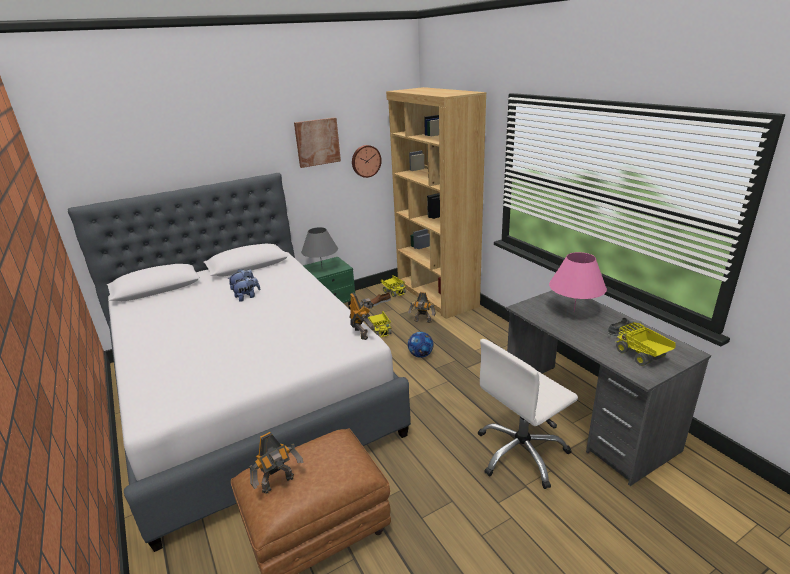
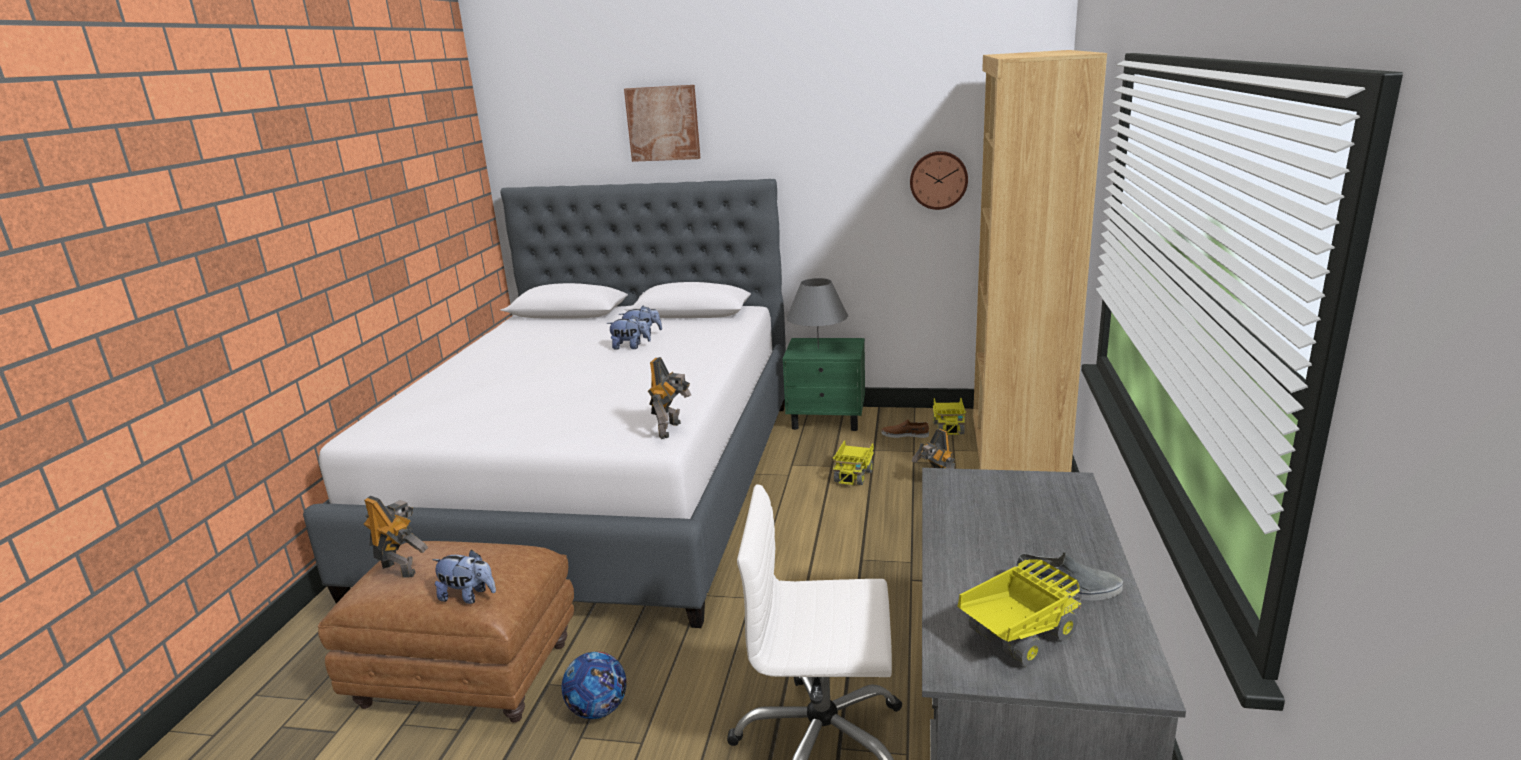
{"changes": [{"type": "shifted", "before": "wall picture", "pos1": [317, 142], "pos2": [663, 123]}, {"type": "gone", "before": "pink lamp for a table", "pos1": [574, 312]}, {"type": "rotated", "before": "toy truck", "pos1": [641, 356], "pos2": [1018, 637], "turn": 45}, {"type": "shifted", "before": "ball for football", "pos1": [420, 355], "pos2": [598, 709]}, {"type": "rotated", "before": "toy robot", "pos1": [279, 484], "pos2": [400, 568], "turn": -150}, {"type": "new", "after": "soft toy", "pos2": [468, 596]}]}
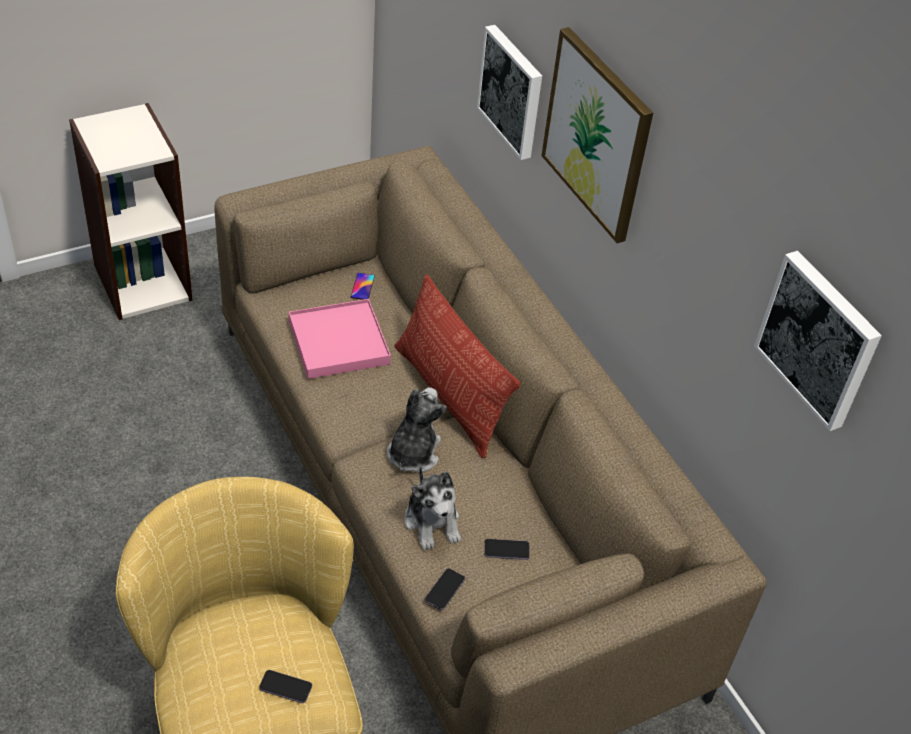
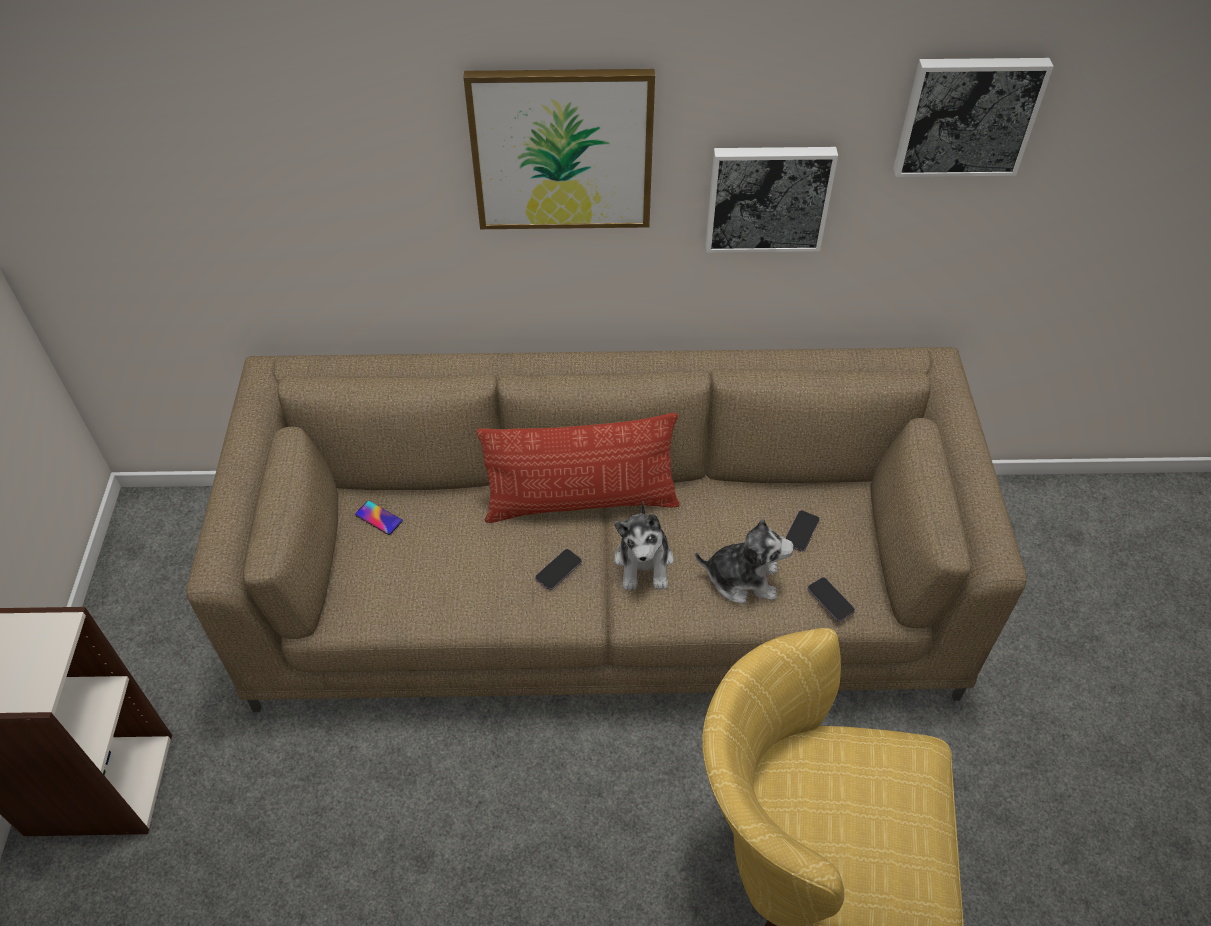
{"changes": [{"type": "shifted", "before": "wall picture", "pos1": [513, 91], "pos2": [768, 197]}, {"type": "gone", "before": "pink carrying tray", "pos1": [339, 342]}, {"type": "rotated", "before": "soft toy", "pos1": [413, 453], "pos2": [644, 562], "turn": -135}, {"type": "shifted", "before": "handset", "pos1": [285, 687], "pos2": [558, 570]}]}
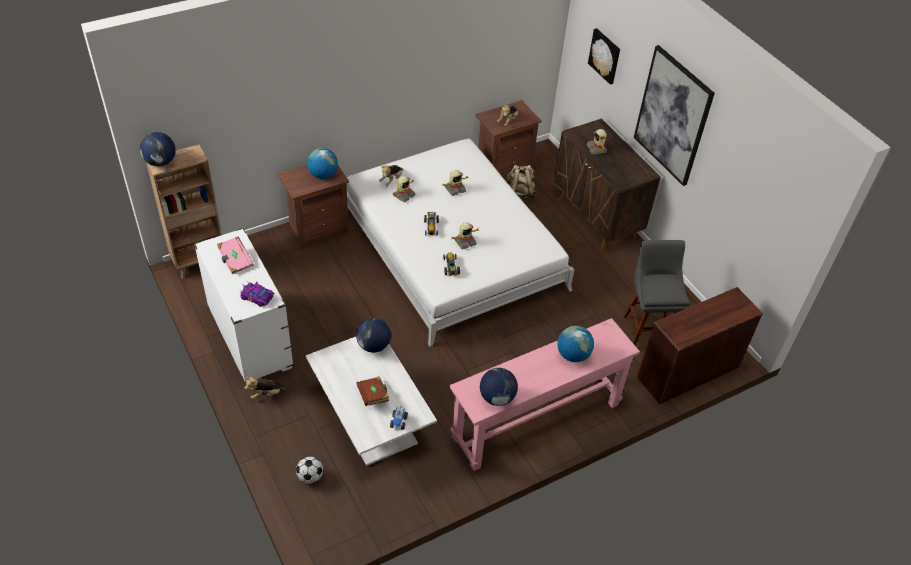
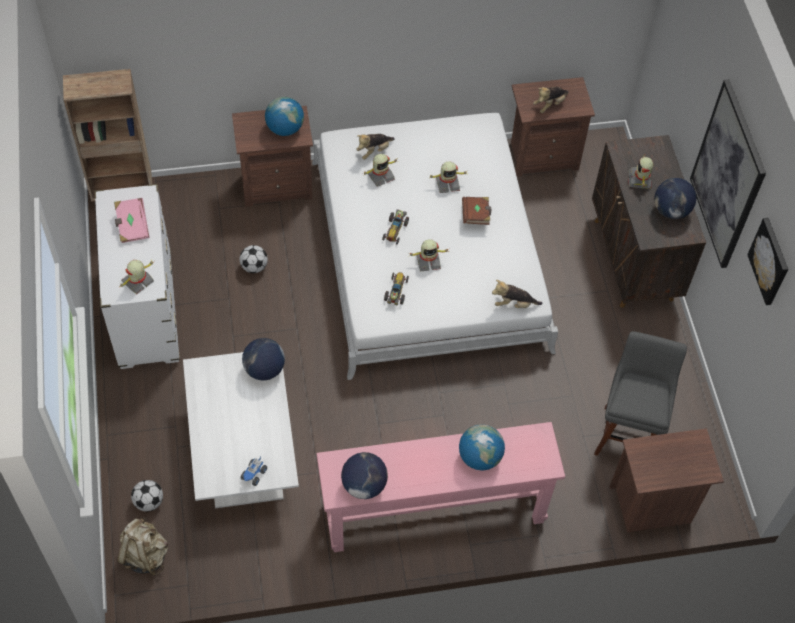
{"changes": [{"type": "shifted", "before": "wall picture", "pos1": [605, 56], "pos2": [770, 261]}, {"type": "shifted", "before": "world globe", "pos1": [161, 162], "pos2": [671, 211]}, {"type": "shifted", "before": "beige-coloured knapsack", "pos1": [519, 194], "pos2": [145, 555]}, {"type": "swapped", "before": "purplish model car", "after": "toy robot", "pos1": [257, 298], "pos2": [138, 282]}, {"type": "swapped", "before": "brownish desk unit", "after": "brownish nightstand", "pos1": [687, 371], "pos2": [652, 505]}, {"type": "shifted", "before": "brownish volume", "pos1": [373, 395], "pos2": [476, 215]}, {"type": "shifted", "before": "soft toy", "pos1": [267, 394], "pos2": [514, 304]}, {"type": "new", "after": "ball for football", "pos2": [254, 267]}]}
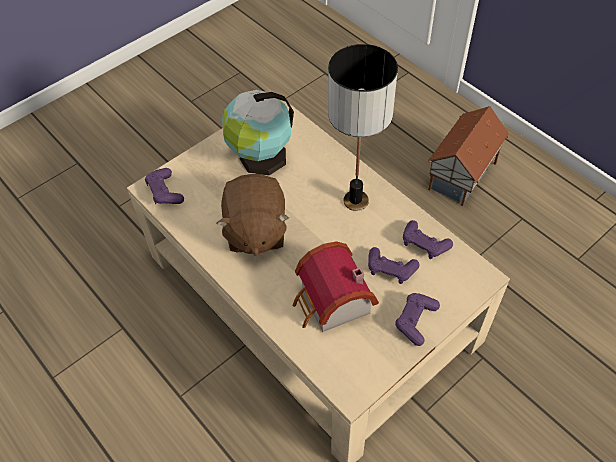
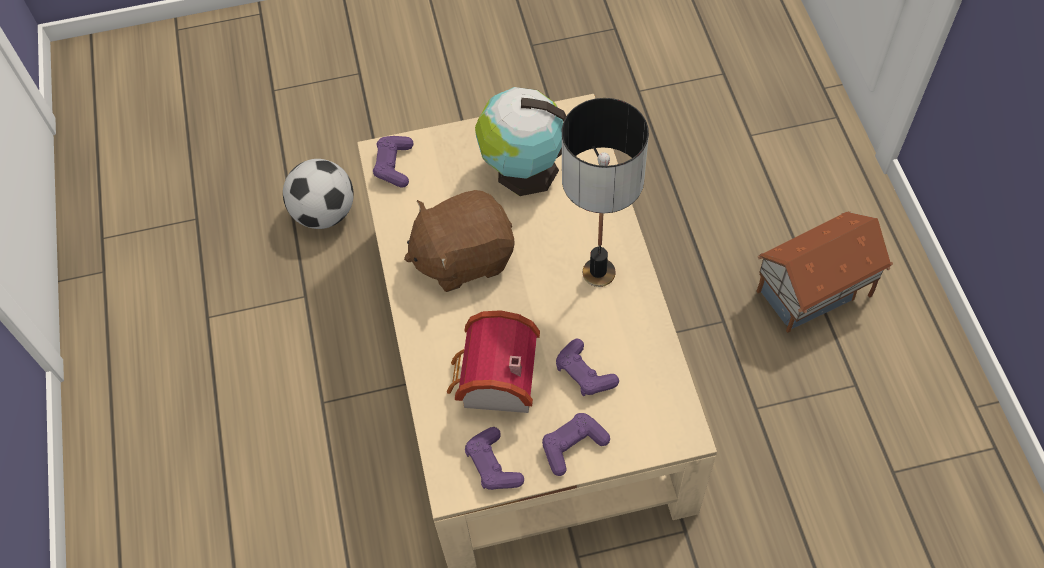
{"changes": [{"type": "rotated", "before": "brownish soft toy", "pos1": [255, 231], "pos2": [463, 257], "turn": 45}, {"type": "shifted", "before": "purplish gamepad", "pos1": [424, 244], "pos2": [493, 465]}, {"type": "new", "after": "ball for football", "pos2": [324, 213]}]}
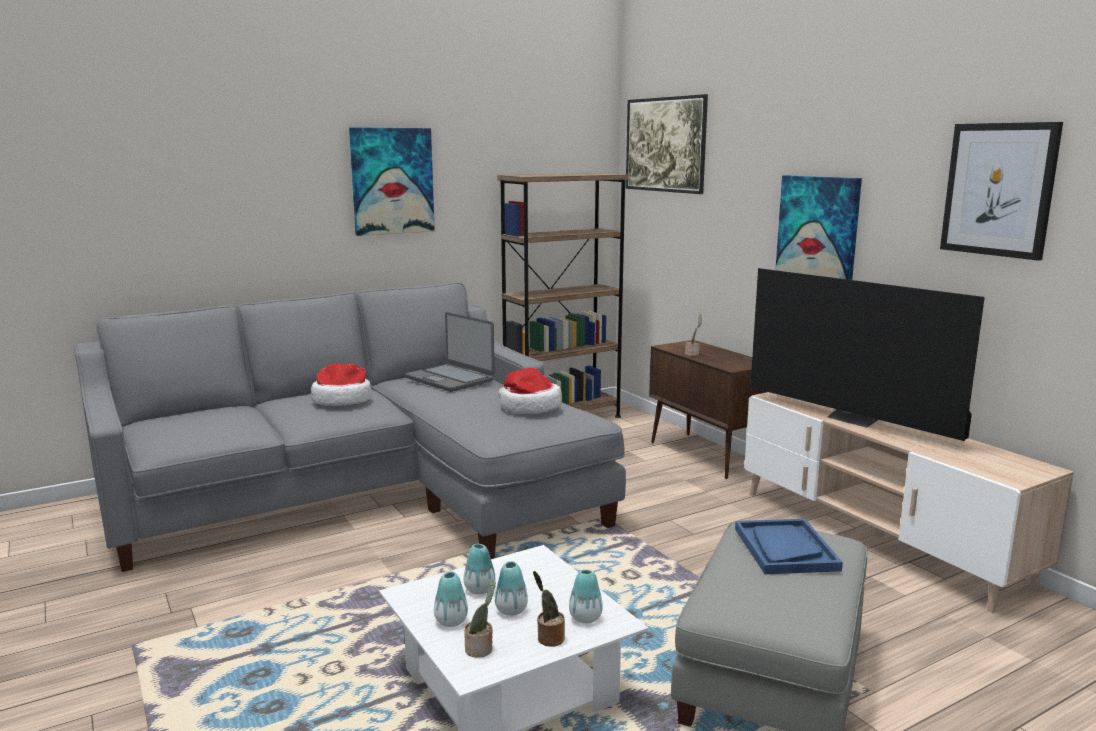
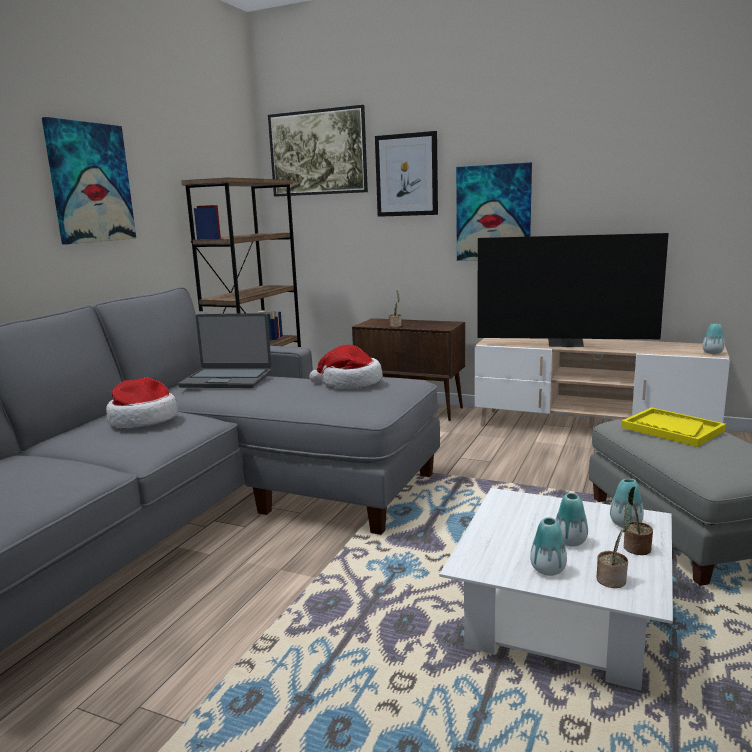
{"changes": [{"type": "shifted", "before": "wall picture", "pos1": [999, 189], "pos2": [407, 175]}, {"type": "repainted", "before": "blue carrying tray", "after": "yellowish carrying tray", "pos1": [785, 549], "pos2": [672, 429]}, {"type": "shifted", "before": "decorative vase", "pos1": [479, 589], "pos2": [712, 353]}]}
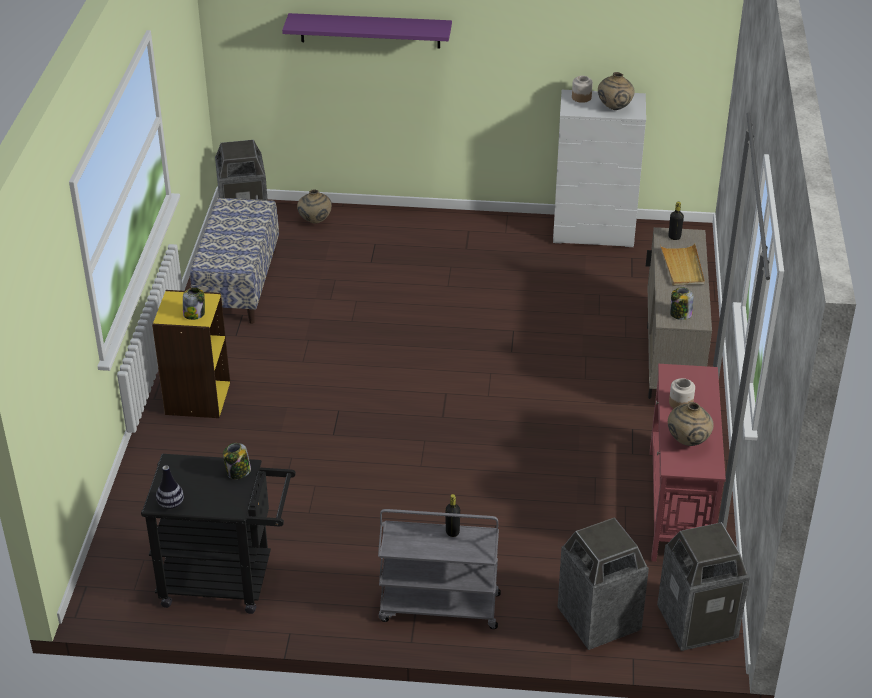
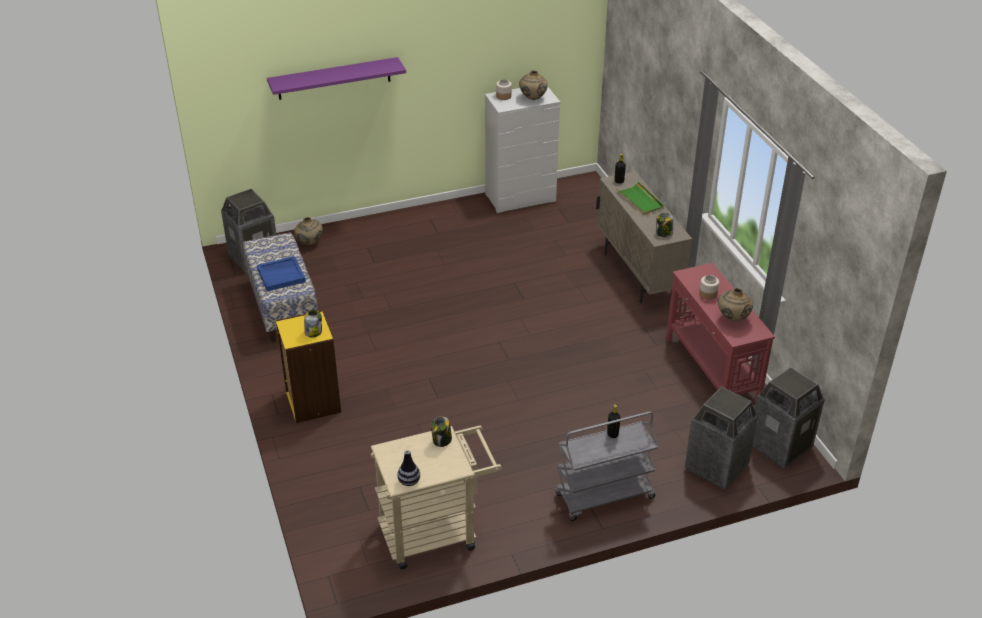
{"changes": [{"type": "repainted", "before": "beige-coloured carrying tray", "after": "greenish carrying tray", "pos1": [682, 267], "pos2": [640, 200]}, {"type": "repainted", "before": "blackish wheeled cart", "after": "beige-coloured wheeled cart", "pos1": [227, 581], "pos2": [436, 532]}, {"type": "new", "after": "blue carrying tray", "pos2": [281, 275]}]}
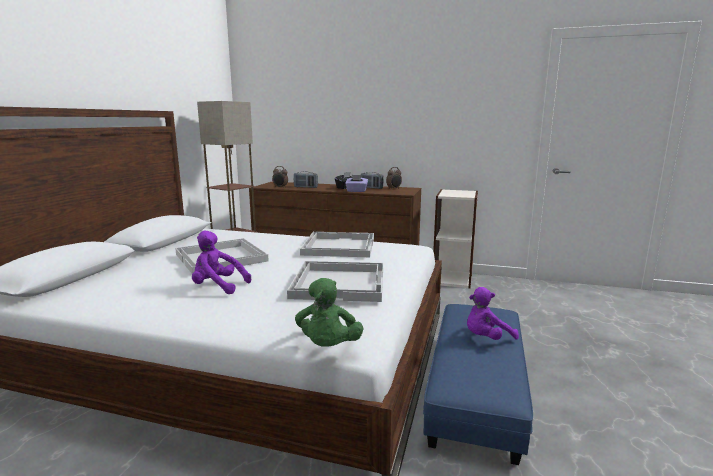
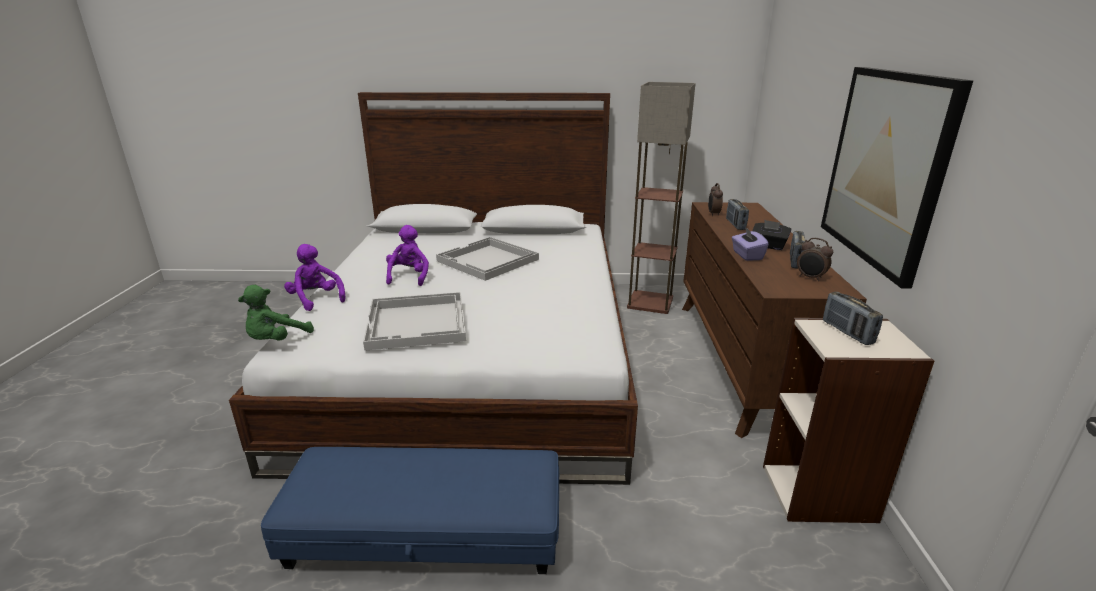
{"changes": [{"type": "gone", "before": "white carrying tray", "pos1": [338, 246]}, {"type": "rotated", "before": "greenish soft toy", "pos1": [328, 347], "pos2": [277, 340], "turn": -45}, {"type": "shifted", "before": "purplish soft toy", "pos1": [486, 338], "pos2": [316, 299]}, {"type": "new", "after": "wall picture", "pos2": [885, 169]}, {"type": "new", "after": "radio receiver", "pos2": [847, 332]}]}
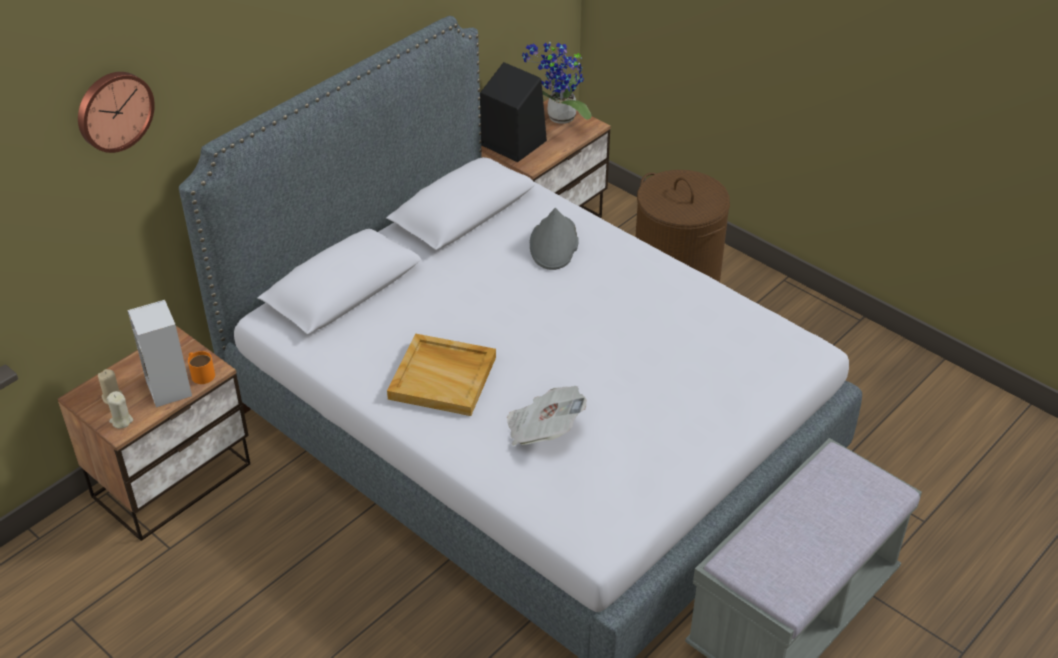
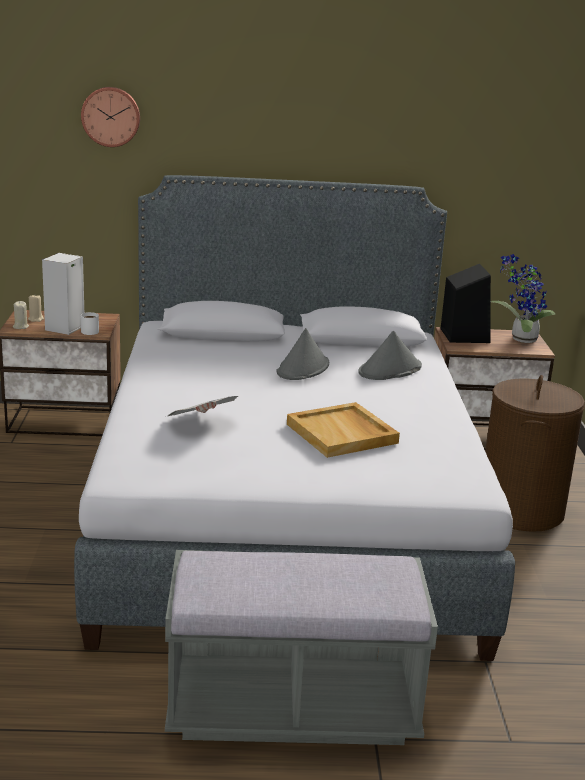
{"changes": [{"type": "shifted", "before": "beige-coloured carrying tray", "pos1": [443, 377], "pos2": [343, 434]}, {"type": "repainted", "before": "orange-coloured coffee mug", "after": "white coffee mug", "pos1": [200, 373], "pos2": [91, 330]}, {"type": "new", "after": "gray hat", "pos2": [303, 368]}]}
